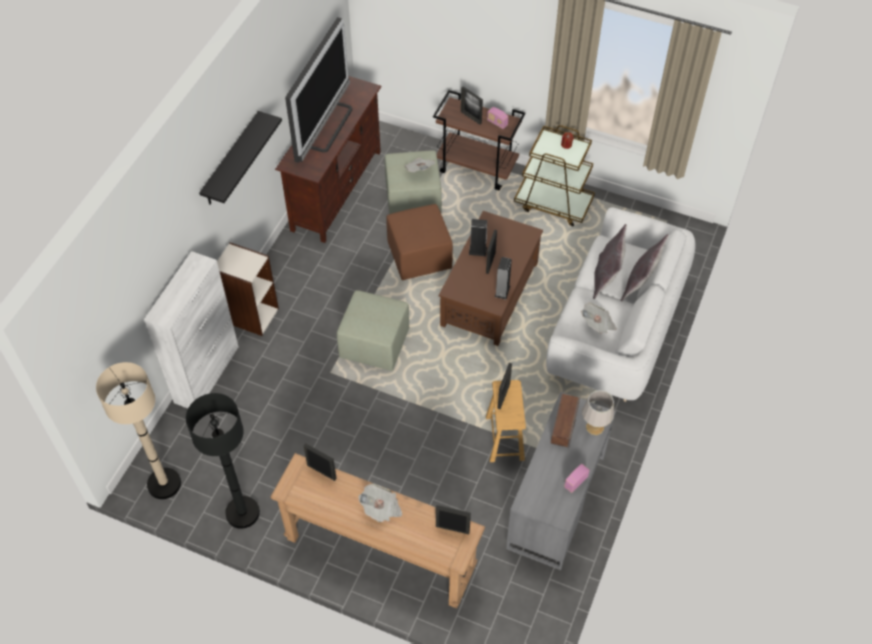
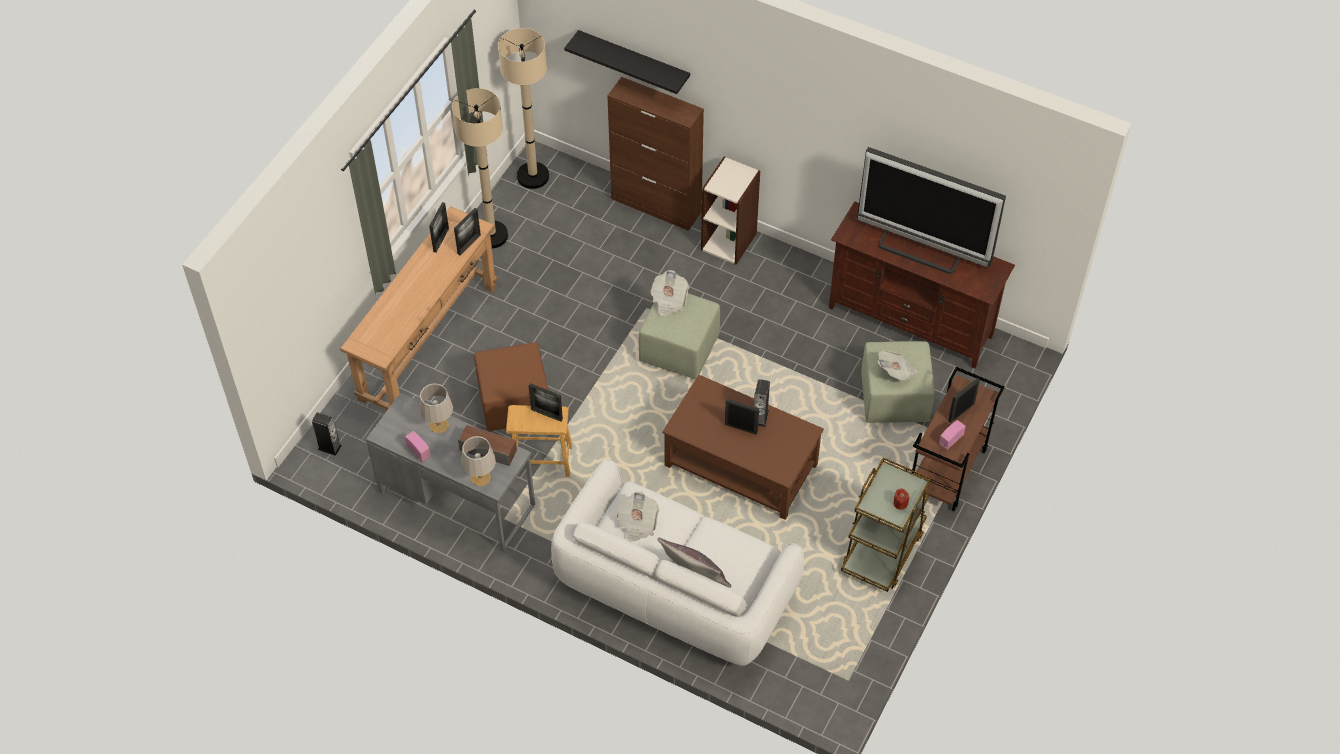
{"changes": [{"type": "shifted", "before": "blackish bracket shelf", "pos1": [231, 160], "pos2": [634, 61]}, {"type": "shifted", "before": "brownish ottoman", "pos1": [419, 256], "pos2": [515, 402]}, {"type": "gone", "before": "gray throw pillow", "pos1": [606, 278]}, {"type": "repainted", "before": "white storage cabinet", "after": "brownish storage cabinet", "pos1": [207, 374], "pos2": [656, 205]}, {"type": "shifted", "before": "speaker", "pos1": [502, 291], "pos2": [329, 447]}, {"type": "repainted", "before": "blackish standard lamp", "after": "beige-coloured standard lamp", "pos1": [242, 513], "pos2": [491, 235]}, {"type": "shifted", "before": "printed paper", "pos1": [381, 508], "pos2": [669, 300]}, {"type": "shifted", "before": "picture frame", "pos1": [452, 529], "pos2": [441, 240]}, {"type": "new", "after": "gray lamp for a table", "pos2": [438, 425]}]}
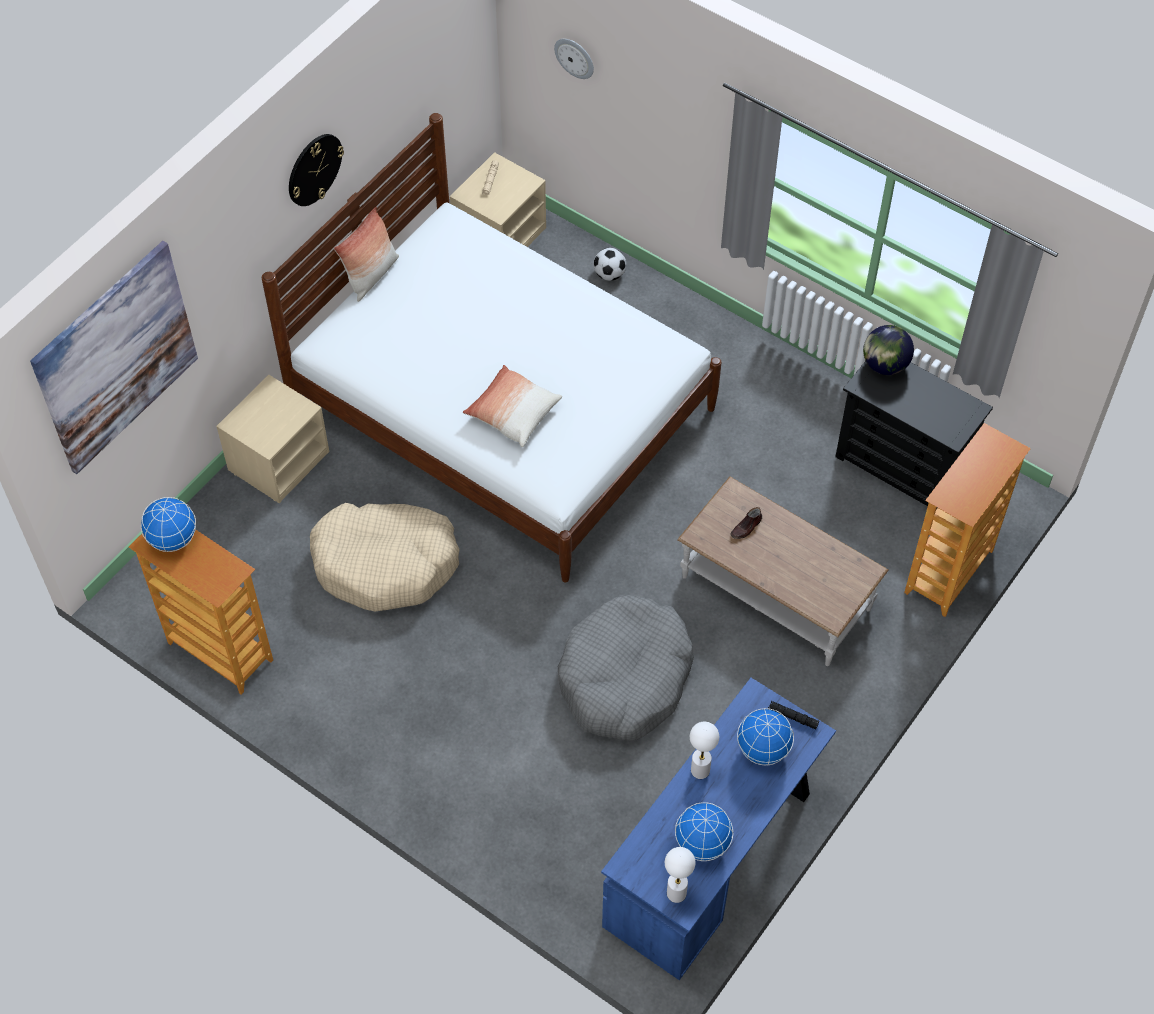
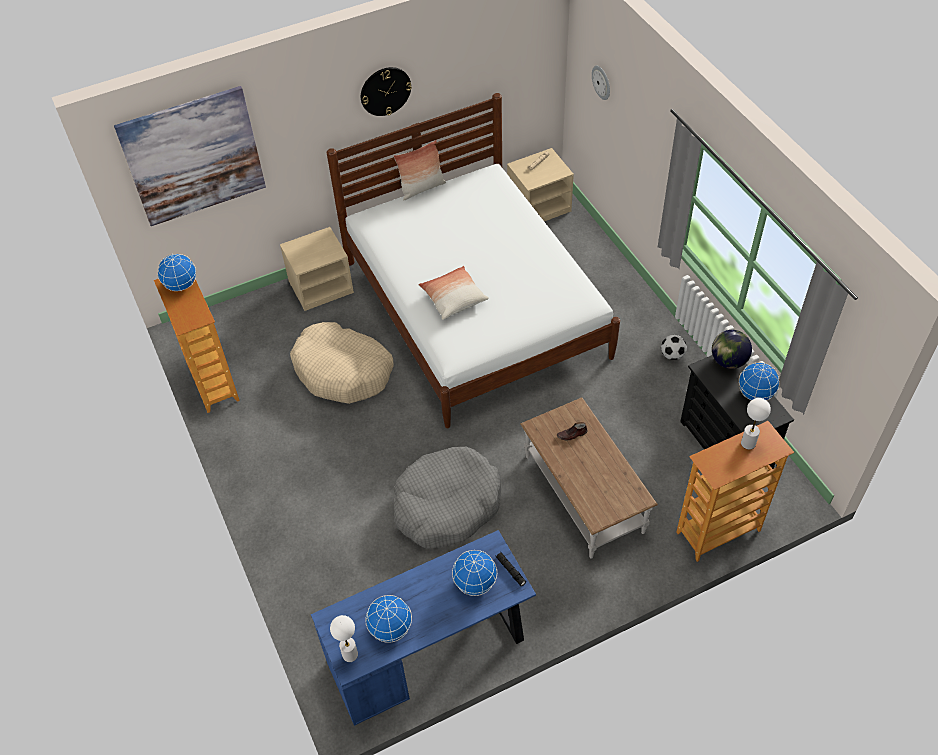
{"changes": [{"type": "shifted", "before": "ball for football", "pos1": [609, 274], "pos2": [672, 355]}, {"type": "shifted", "before": "white lamp for a table", "pos1": [700, 770], "pos2": [748, 443]}, {"type": "new", "after": "world globe", "pos2": [755, 393]}]}
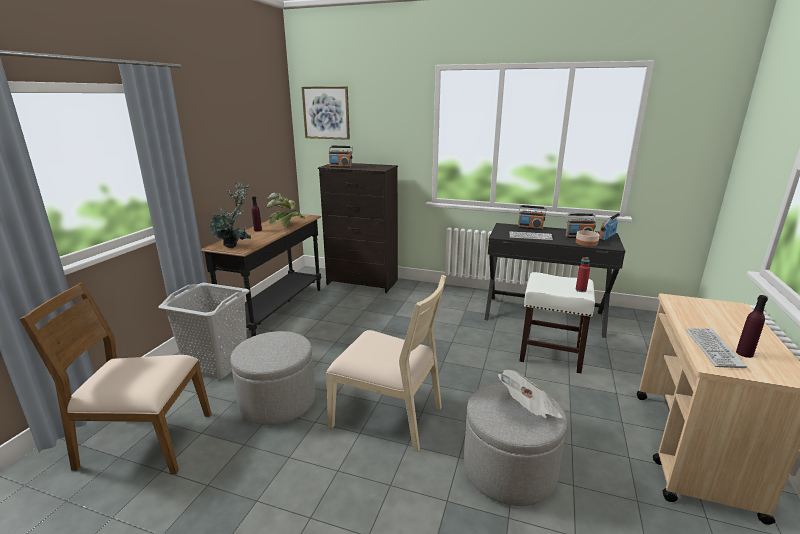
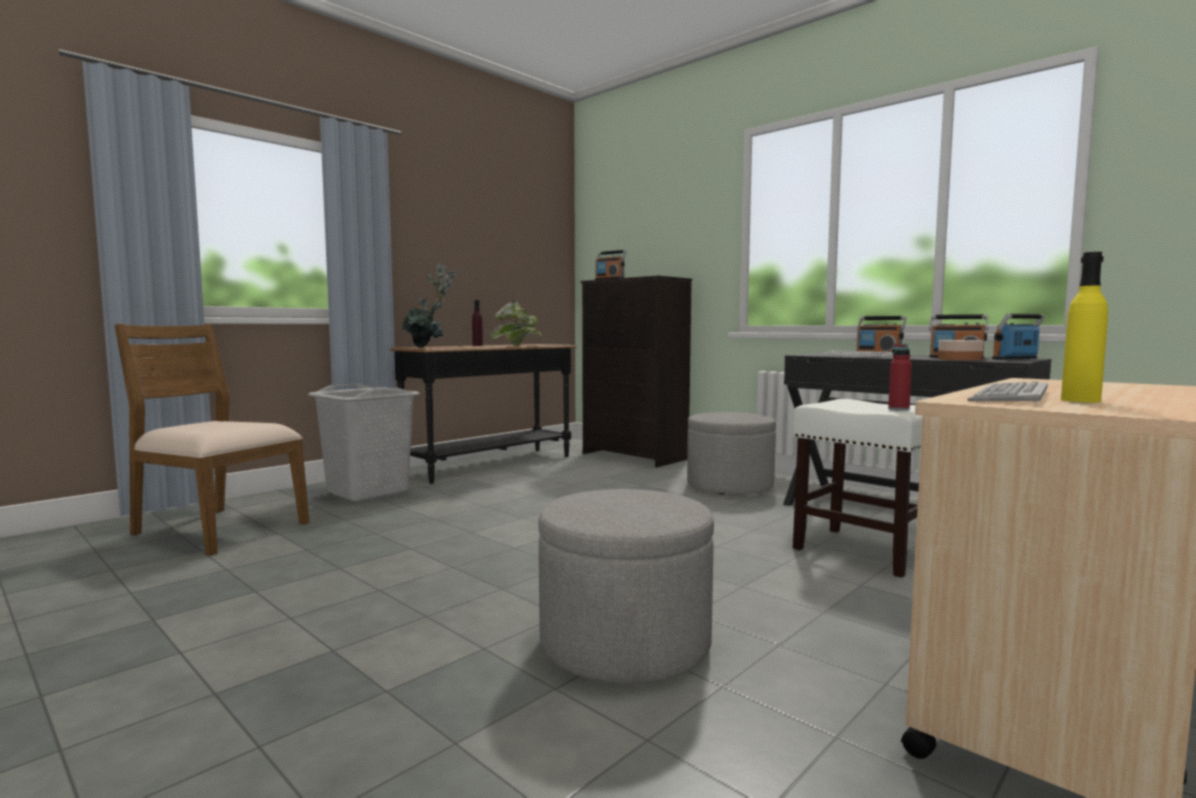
{"changes": [{"type": "gone", "before": "wall picture", "pos1": [326, 113]}, {"type": "gone", "before": "beige-coloured chair", "pos1": [388, 415]}, {"type": "repainted", "before": "purplish drink bottle", "after": "yellowish drink bottle", "pos1": [744, 353], "pos2": [1080, 400]}, {"type": "shifted", "before": "gray ottoman", "pos1": [278, 401], "pos2": [729, 485]}, {"type": "gone", "before": "printed paper", "pos1": [528, 408]}]}
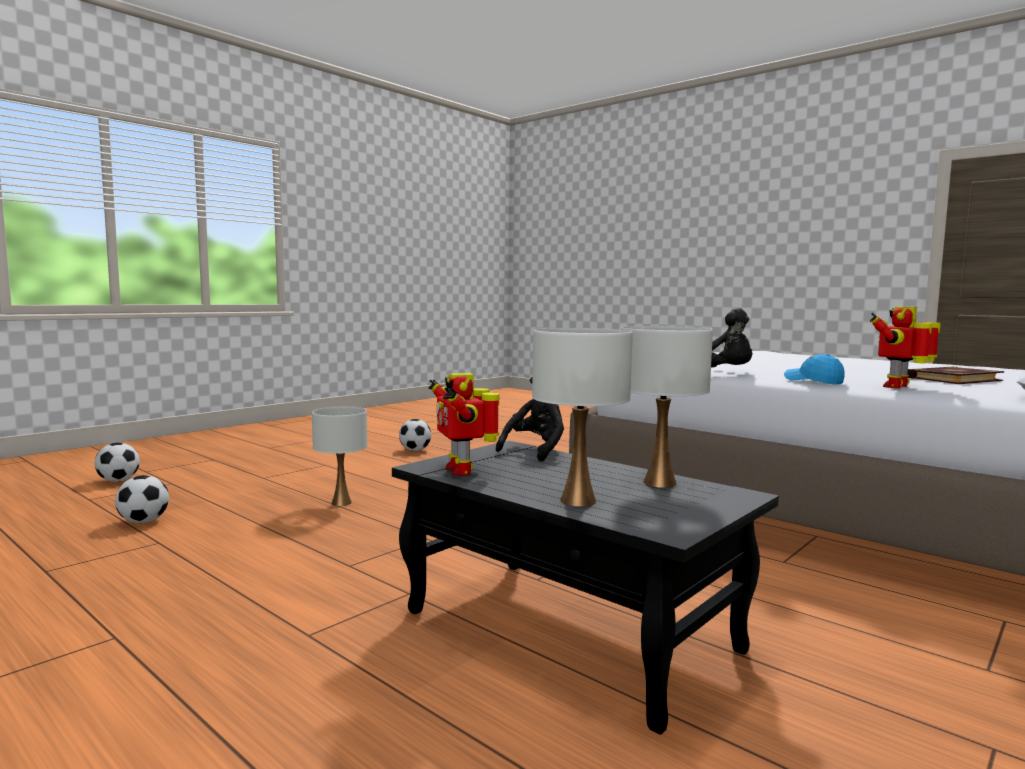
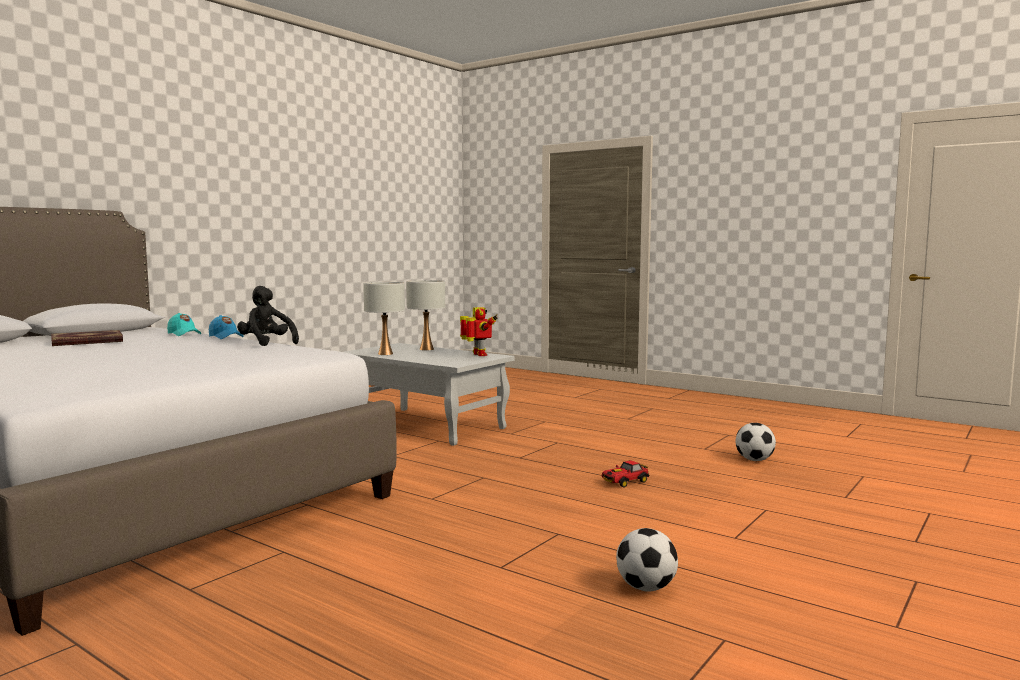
{"changes": [{"type": "swapped", "before": "toy robot", "after": "turquoise baseball cap", "pos1": [899, 386], "pos2": [184, 334]}, {"type": "gone", "before": "blackish soft toy", "pos1": [536, 450]}, {"type": "swapped", "before": "white lamp for a table", "after": "model car", "pos1": [341, 503], "pos2": [625, 482]}, {"type": "repainted", "before": "blackish coffee table", "after": "white coffee table", "pos1": [571, 631], "pos2": [425, 425]}, {"type": "gone", "before": "ball for football", "pos1": [118, 481]}]}
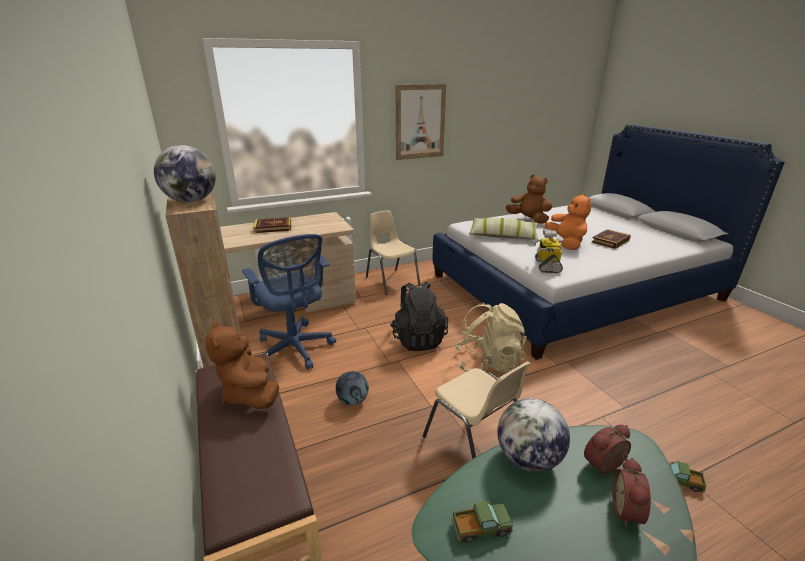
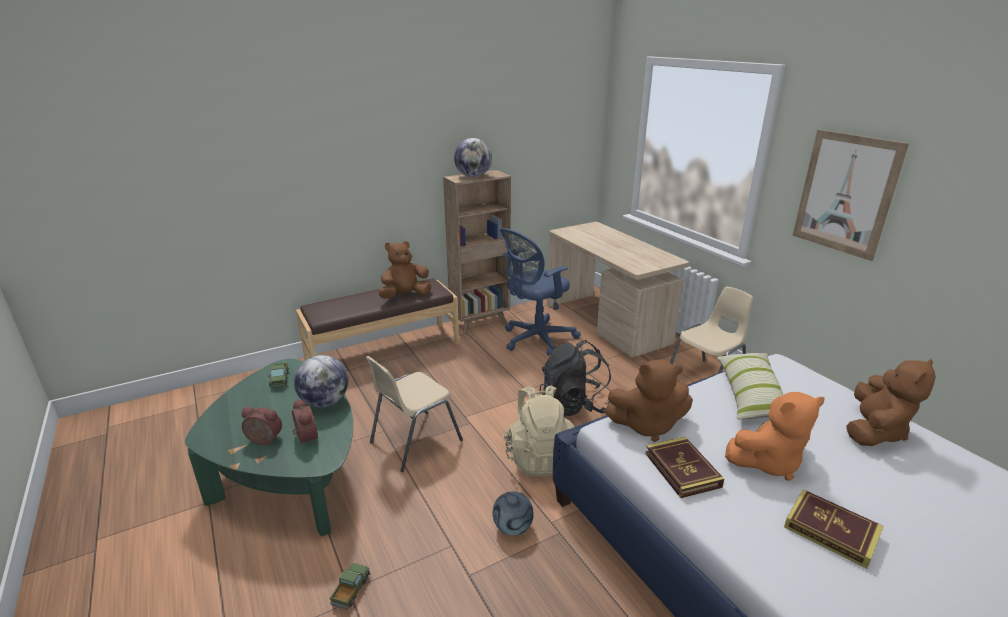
{"changes": [{"type": "shifted", "before": "volume", "pos1": [273, 227], "pos2": [682, 470]}, {"type": "swapped", "before": "toy robot", "after": "brownish soft toy", "pos1": [546, 265], "pos2": [647, 425]}, {"type": "shifted", "before": "ball for football", "pos1": [352, 401], "pos2": [512, 528]}]}
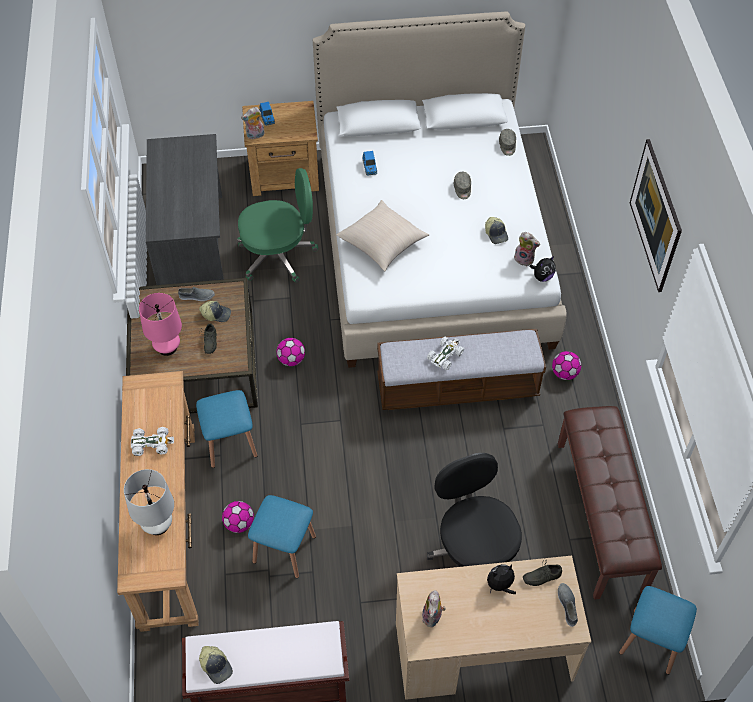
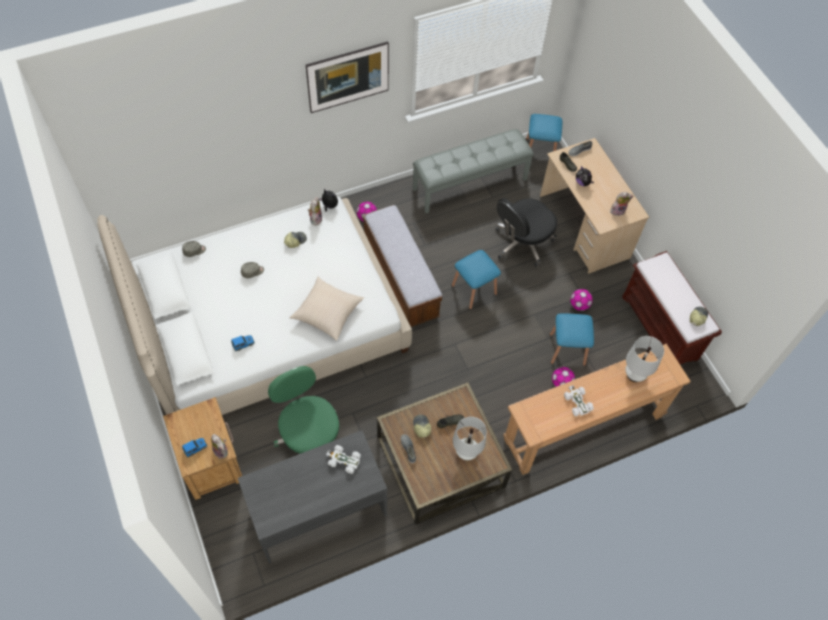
{"changes": [{"type": "repainted", "before": "pink lamp for a table", "after": "white lamp for a table", "pos1": [167, 347], "pos2": [466, 452]}, {"type": "shifted", "before": "white model car", "pos1": [445, 355], "pos2": [343, 460]}, {"type": "shifted", "before": "ball for football", "pos1": [291, 360], "pos2": [579, 305]}, {"type": "shifted", "before": "blue stool seat", "pos1": [230, 443], "pos2": [474, 289]}, {"type": "repainted", "before": "brownish bench", "after": "gray bench", "pos1": [601, 516], "pos2": [470, 183]}]}
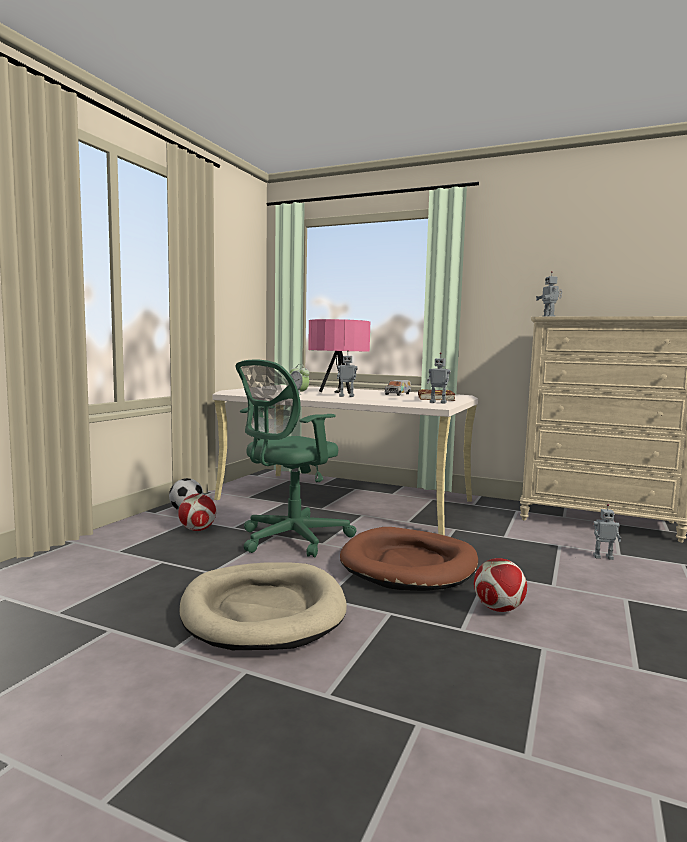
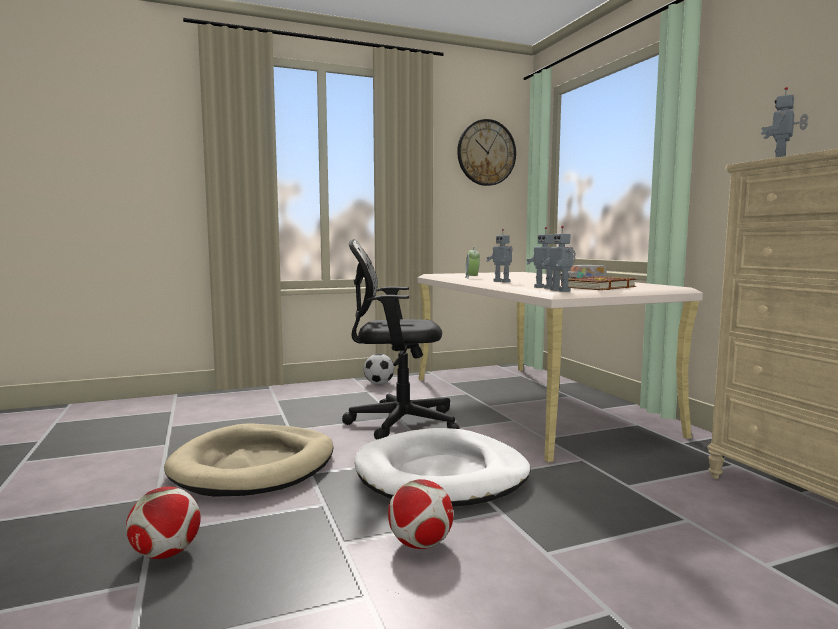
{"changes": [{"type": "gone", "before": "pink lamp for a table", "pos1": [338, 392]}, {"type": "repainted", "before": "greenish computer chair", "after": "blackish computer chair", "pos1": [290, 539], "pos2": [397, 423]}, {"type": "shifted", "before": "ball for football", "pos1": [197, 530], "pos2": [166, 553]}, {"type": "shifted", "before": "toy robot", "pos1": [603, 557], "pos2": [544, 287]}, {"type": "repainted", "before": "brownish dog cushion", "after": "white dog cushion", "pos1": [409, 565], "pos2": [442, 475]}, {"type": "new", "after": "hanging clock", "pos2": [486, 153]}]}
